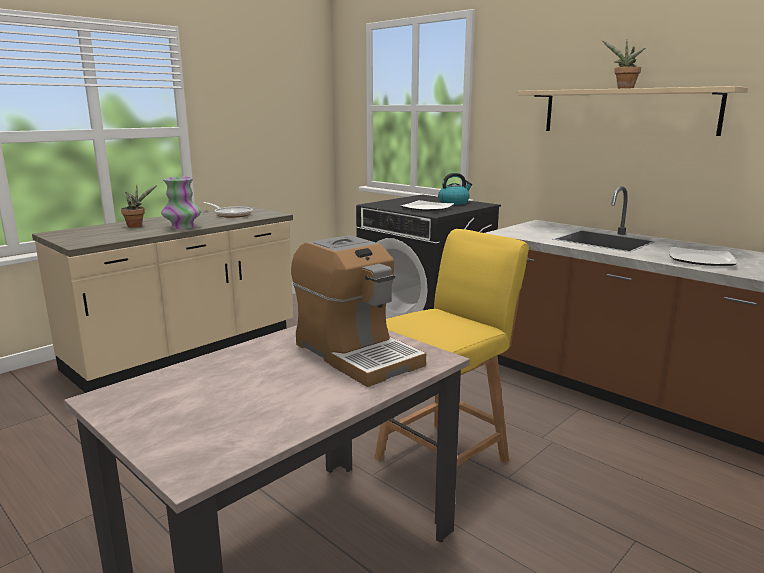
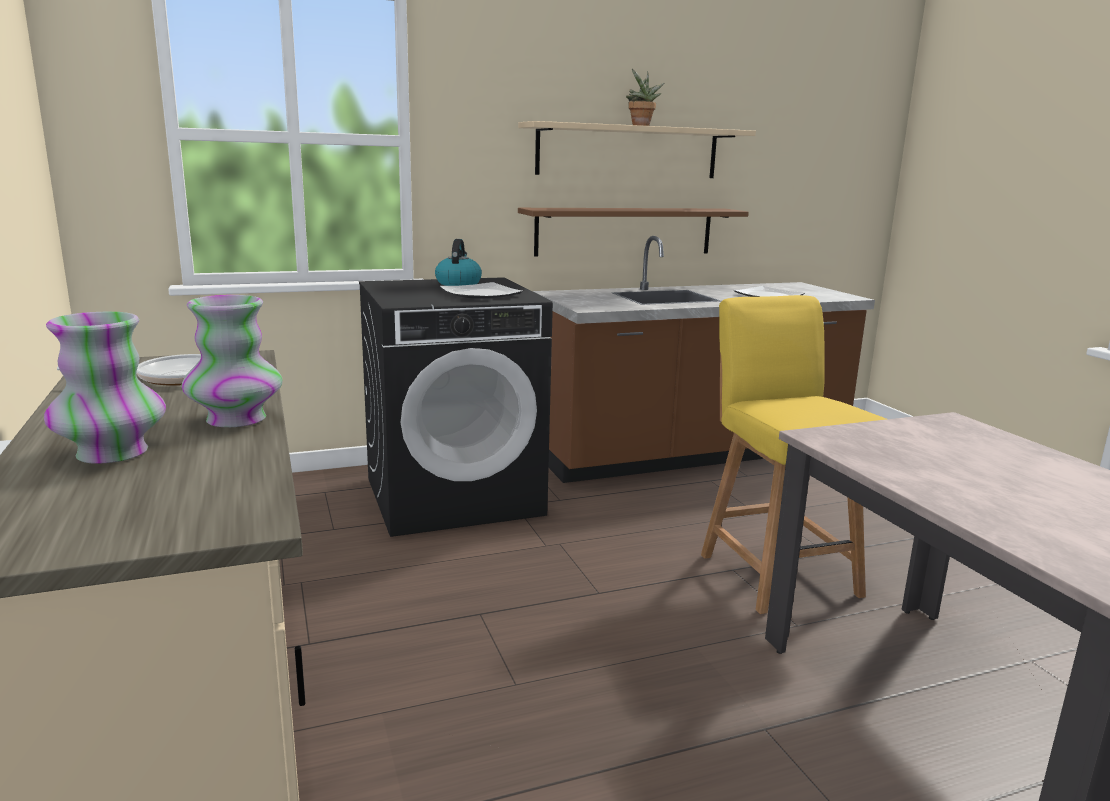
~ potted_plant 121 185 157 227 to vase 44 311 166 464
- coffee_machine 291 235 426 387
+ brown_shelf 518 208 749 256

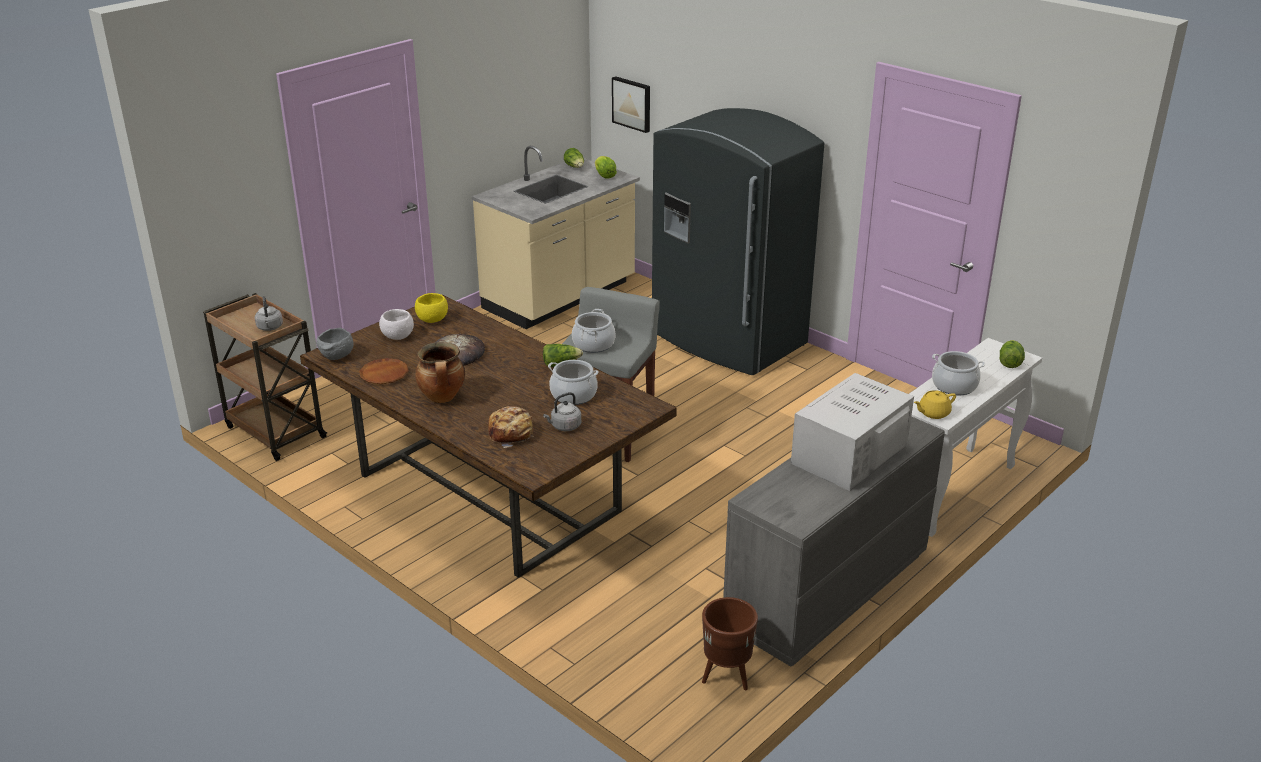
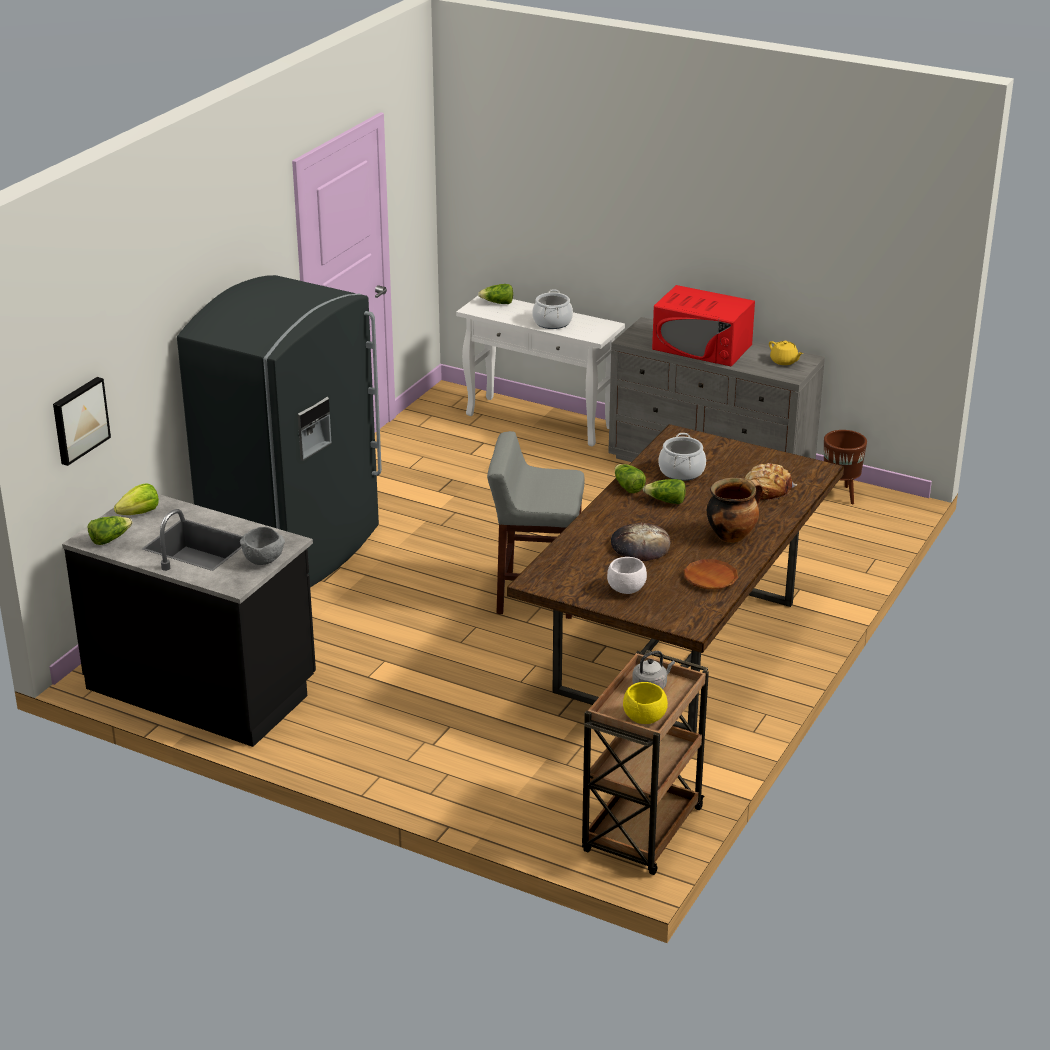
~ grey_bowl 316 328 353 360 to 240 527 285 565
~ yellow_bowl 415 293 448 323 to 623 682 668 724
~ beige_counter 472 146 640 329 to black_counter 62 494 316 747
- grey_kettle 543 392 581 431
- cooking_pot 572 309 616 353
~ white_microwave 791 373 914 491 to red_microwave 652 285 755 367
~ yellow_teapot 914 390 956 419 to 769 341 803 365
+ lettuce 643 479 686 504

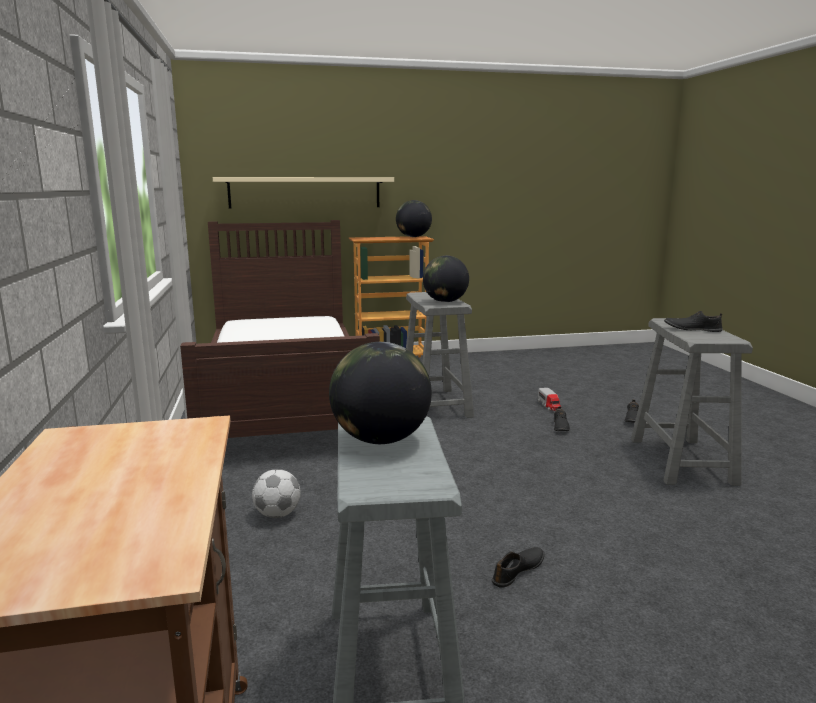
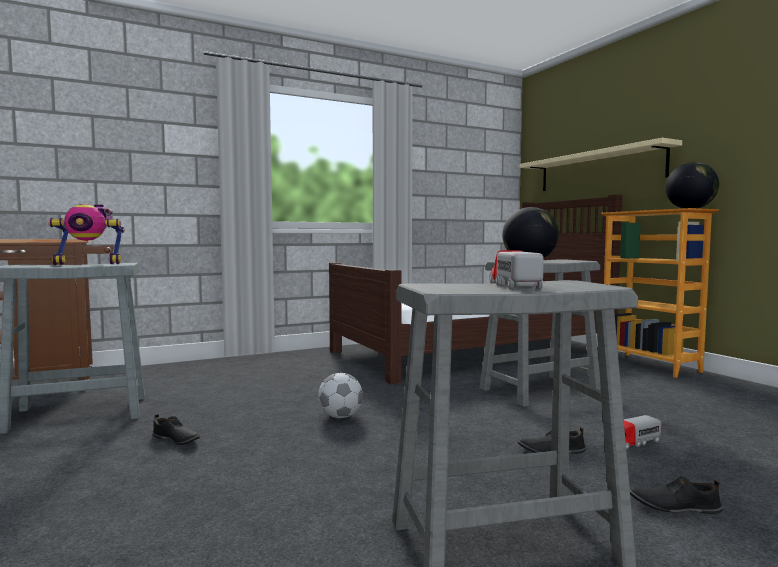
~ football 252 469 301 518 to 318 373 363 418
~ globe 329 342 432 444 to toy_robot 48 204 125 265
~ black_shoe 664 311 723 332 to toy_truck 489 250 544 289

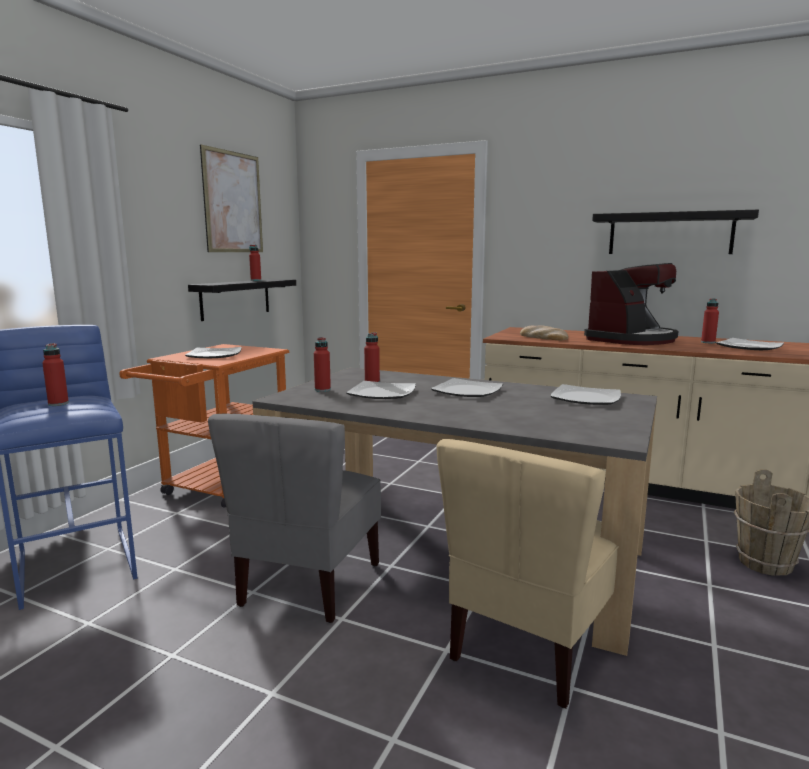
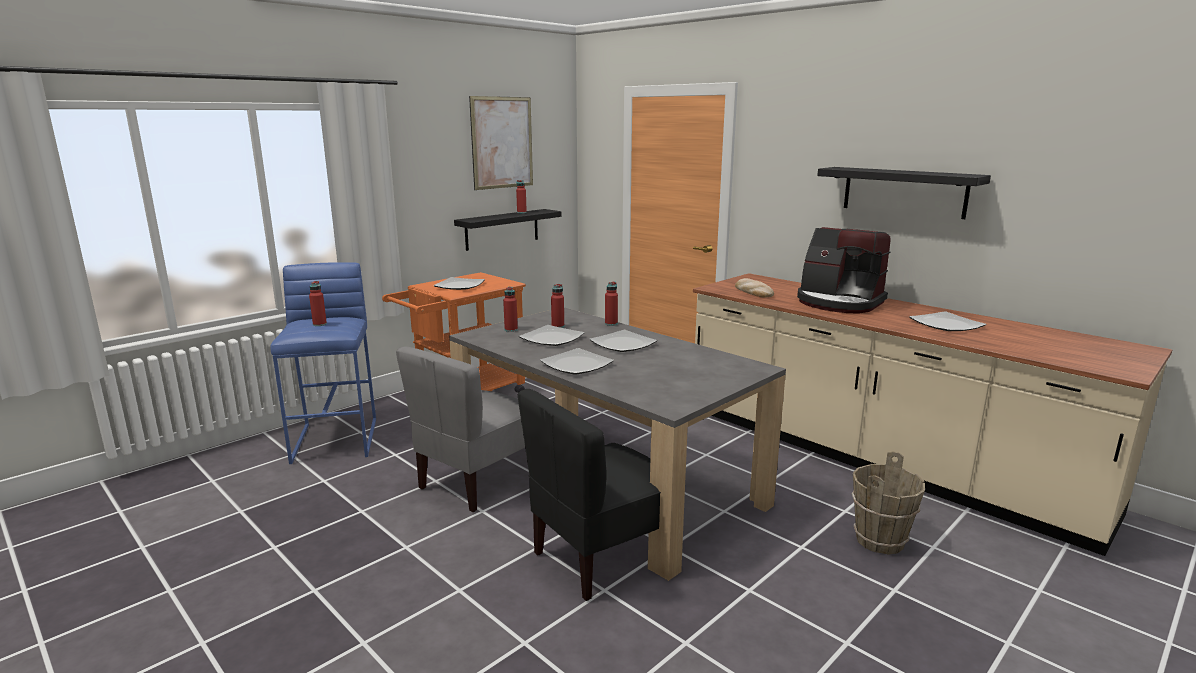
~ beige_chair 436 439 619 709 to black_chair 518 389 661 601
~ plate 550 384 621 405 to 540 348 614 375
~ coffee_machine 584 263 678 345 = 797 227 891 313 60 degrees clockwise
~ red_bottle 701 299 719 343 to 605 281 618 326

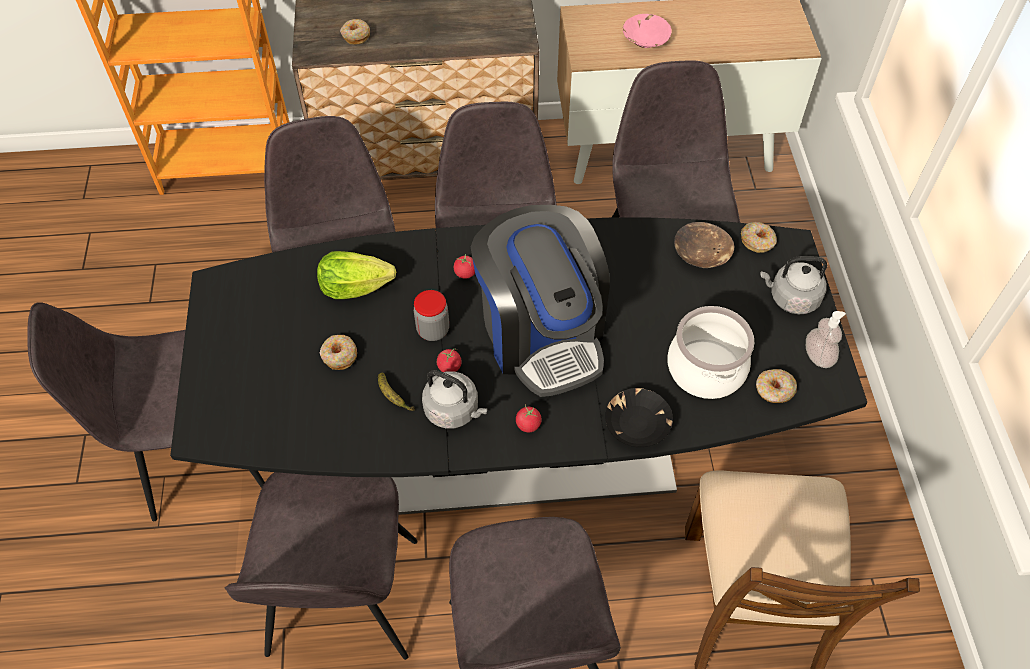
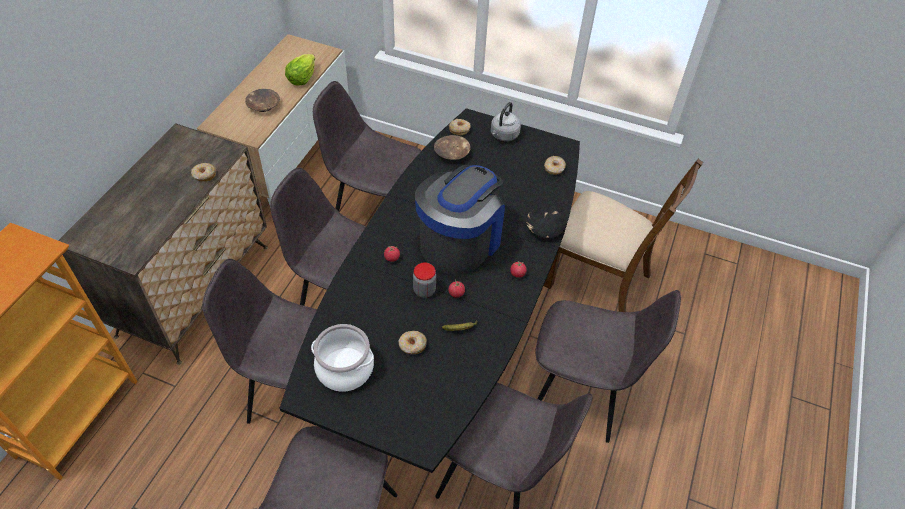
~ lettuce 317 251 396 299 to 285 54 315 86
~ donut 340 19 370 44 to 191 163 216 182
- grey_kettle 422 370 487 429
~ coffee_machine 471 205 610 397 = 415 165 505 275 60 degrees counterclockwise
~ pink_bowl 623 14 671 48 to brown_bowl 245 89 280 112
~ cooking_pot 667 306 754 399 to 311 324 374 392
- soap_dispenser 806 311 846 368

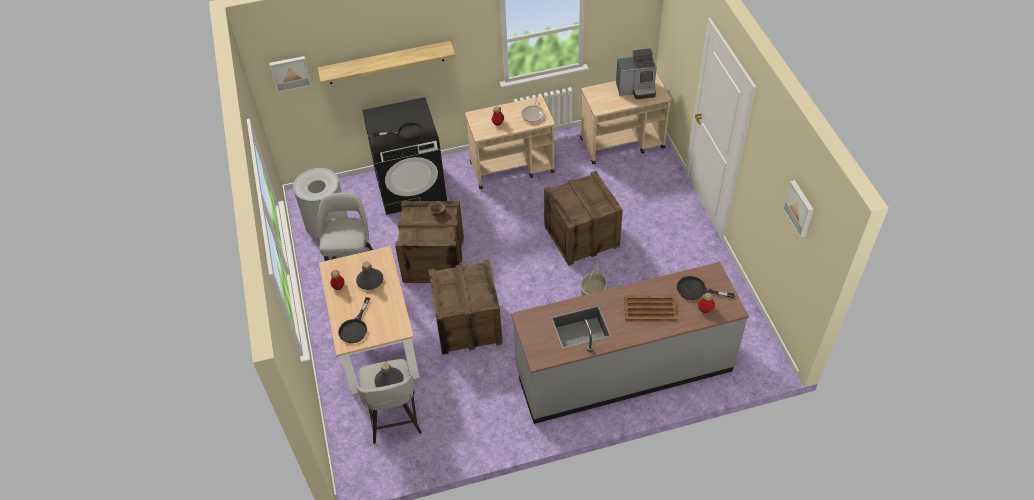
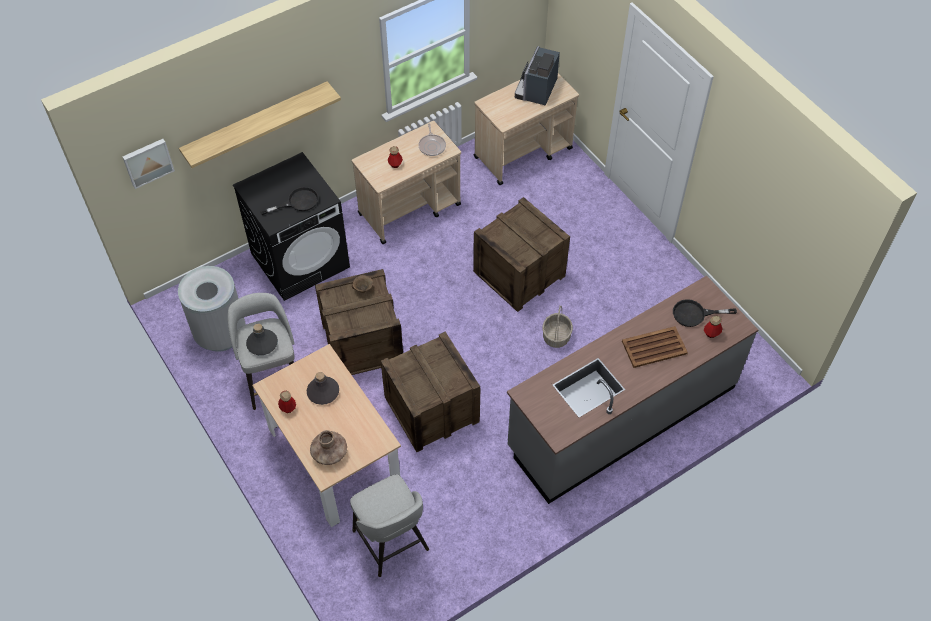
~ black_frying_pan 338 297 370 343 to brown_vase 310 430 347 465
~ grey_bottle 374 363 404 387 to 246 323 278 355
~ coffee_machine 616 48 657 99 = 515 46 560 106 135 degrees clockwise
- picture 783 180 814 238

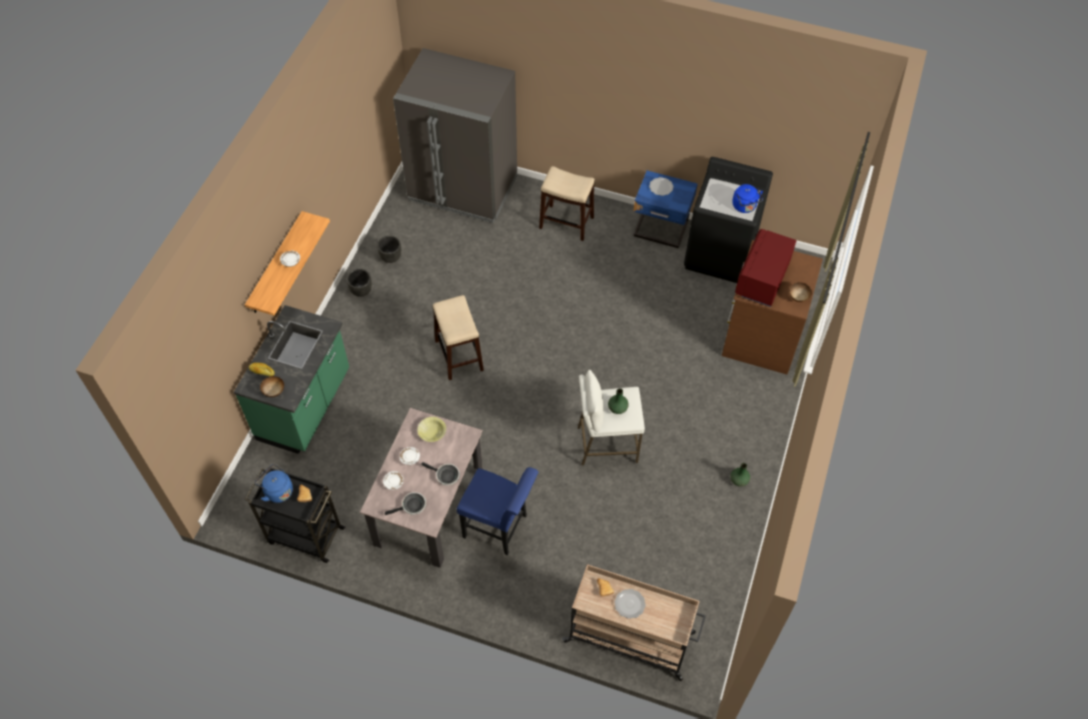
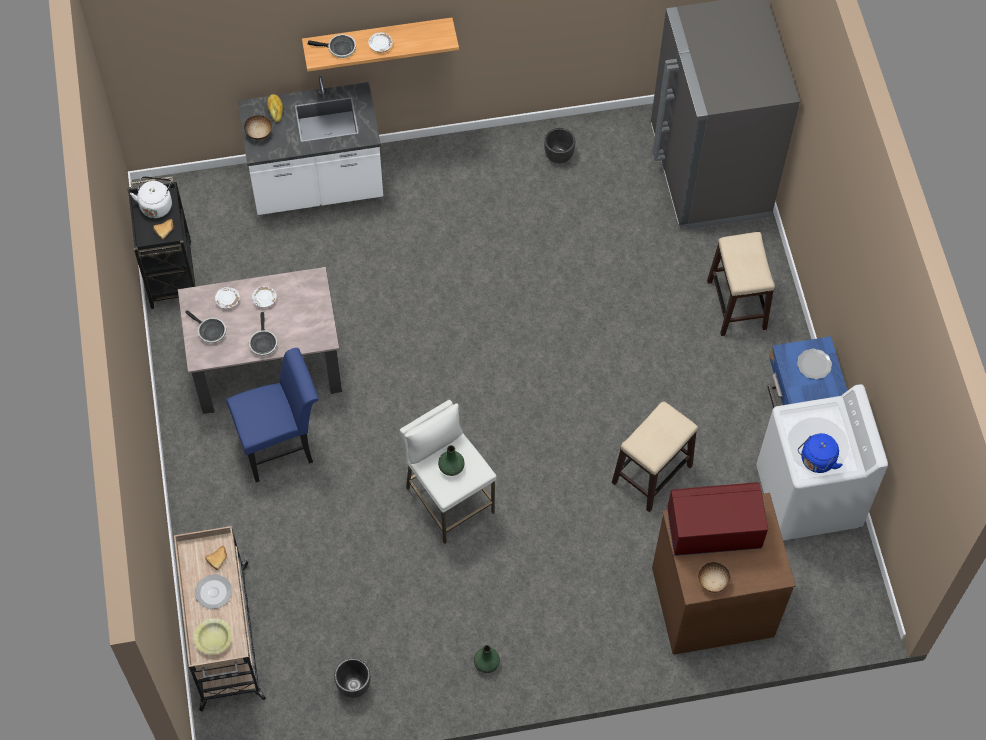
~ green_counter 234 305 349 454 to white_counter 238 76 383 215
~ blue_kettle 255 464 293 503 to white_kettle 130 176 172 218
~ black_planter 347 269 372 297 to 334 658 371 698
~ yellow_bowl 417 417 446 442 to 194 618 232 655
~ stool 433 295 484 380 to 612 402 698 512
~ blue_chair 457 467 538 555 = 226 348 319 482 105 degrees counterclockwise
~ black_washing_machine 684 157 773 283 to white_washing_machine 757 384 888 541
+ frying_pan 308 34 356 58

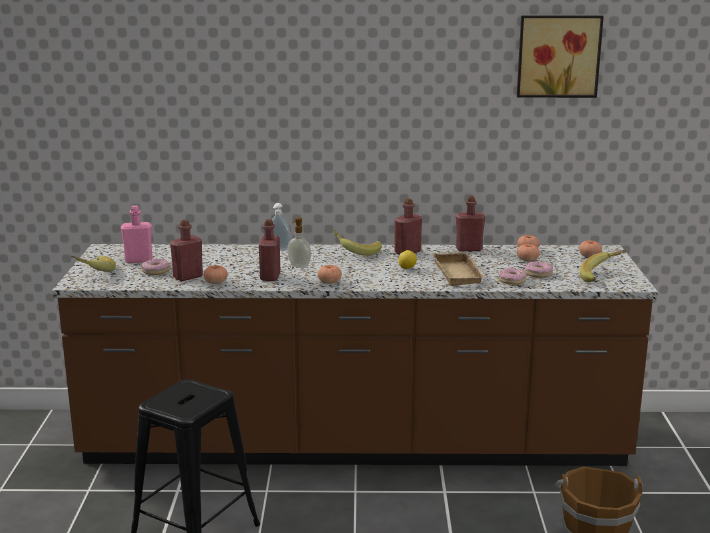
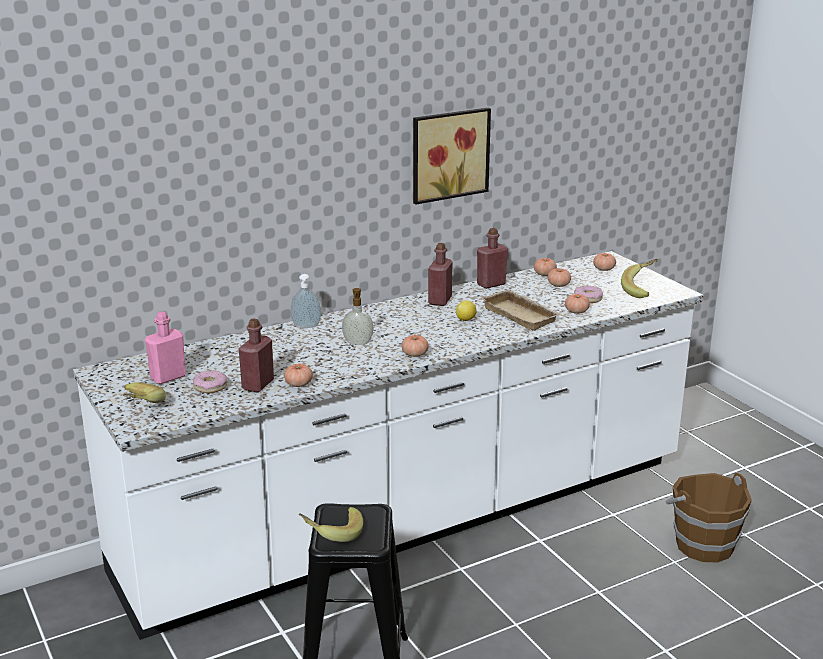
~ brown_counter 52 244 658 466 to white_counter 73 251 703 640
- red_bottle 259 219 280 281
~ banana 333 229 382 256 to 299 507 363 542
~ donut 498 268 527 285 to tomato 565 294 590 314
~ picture 517 15 604 98 to 413 108 491 204

